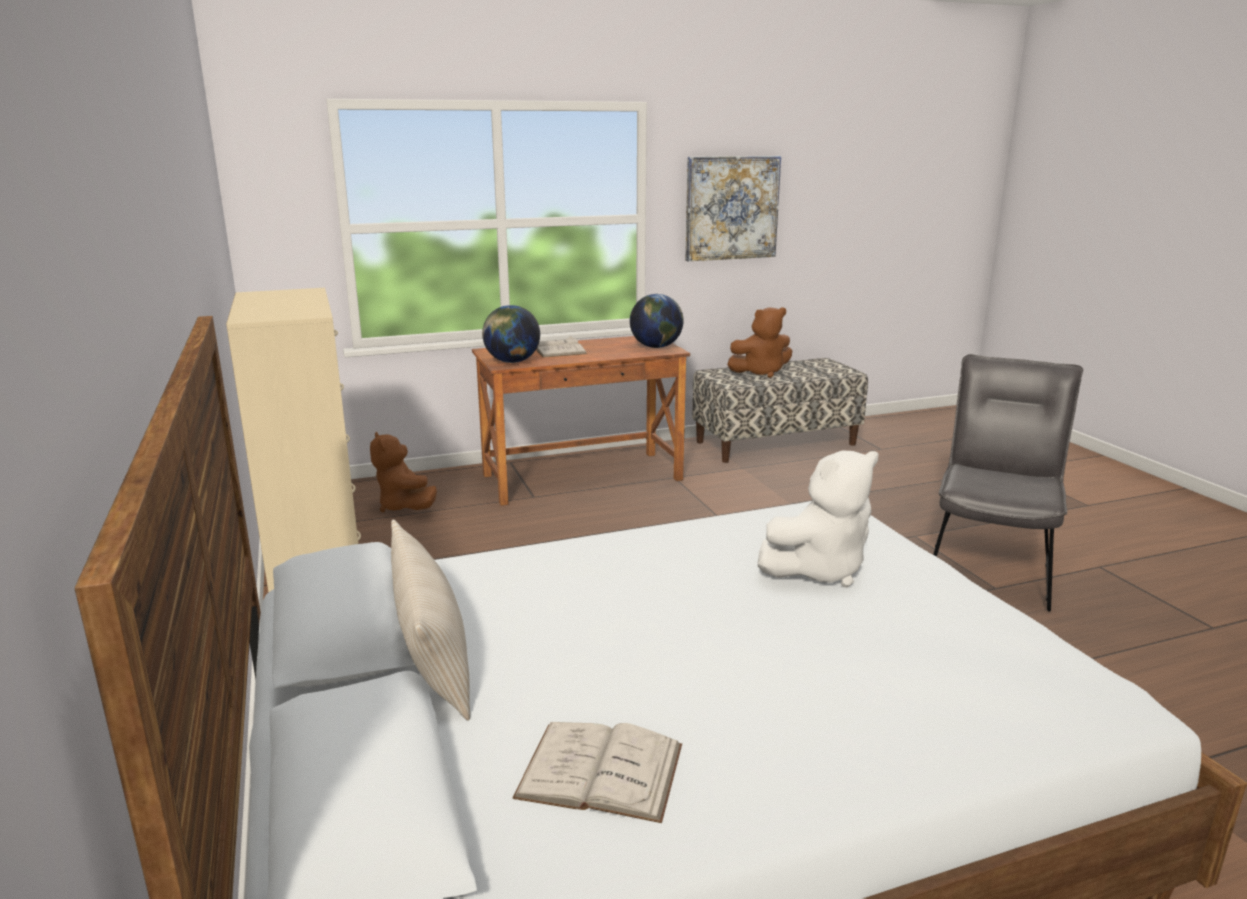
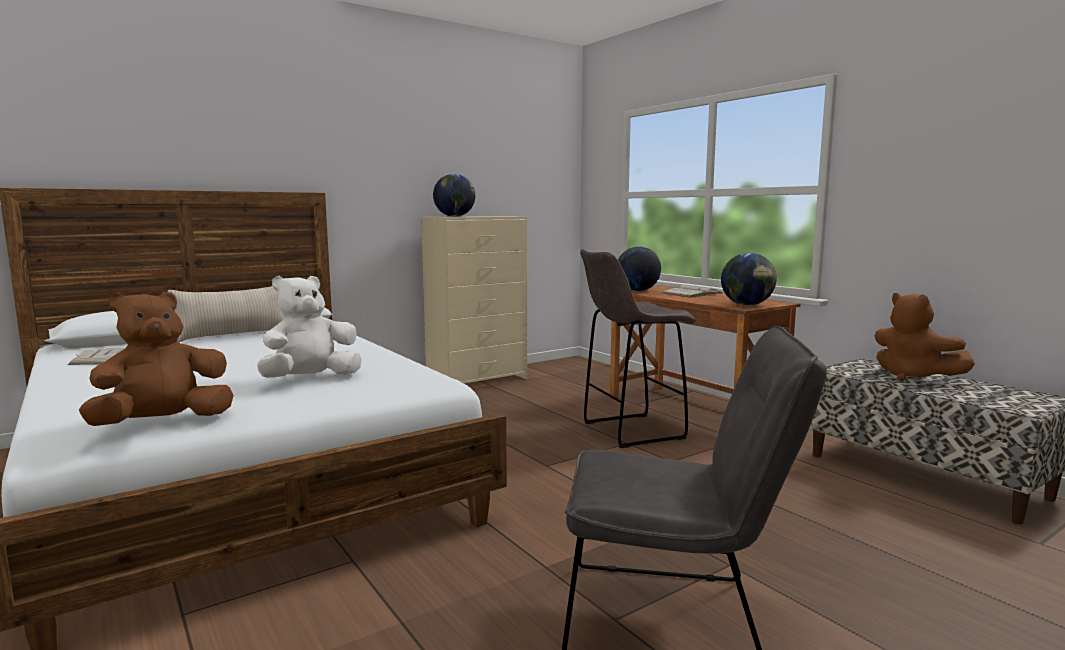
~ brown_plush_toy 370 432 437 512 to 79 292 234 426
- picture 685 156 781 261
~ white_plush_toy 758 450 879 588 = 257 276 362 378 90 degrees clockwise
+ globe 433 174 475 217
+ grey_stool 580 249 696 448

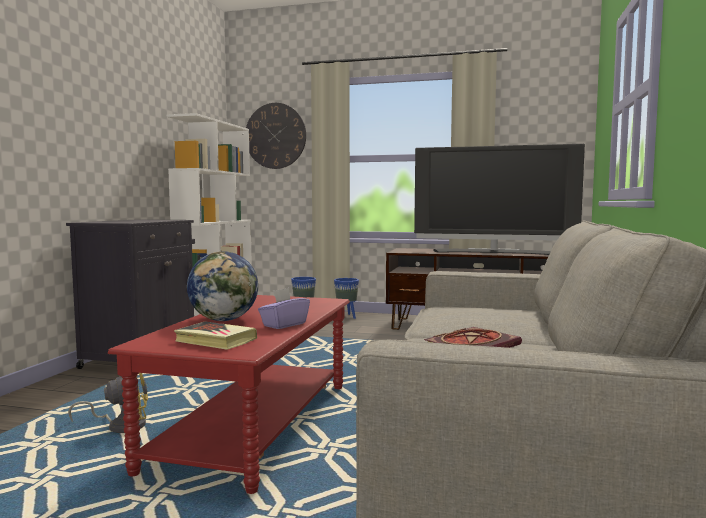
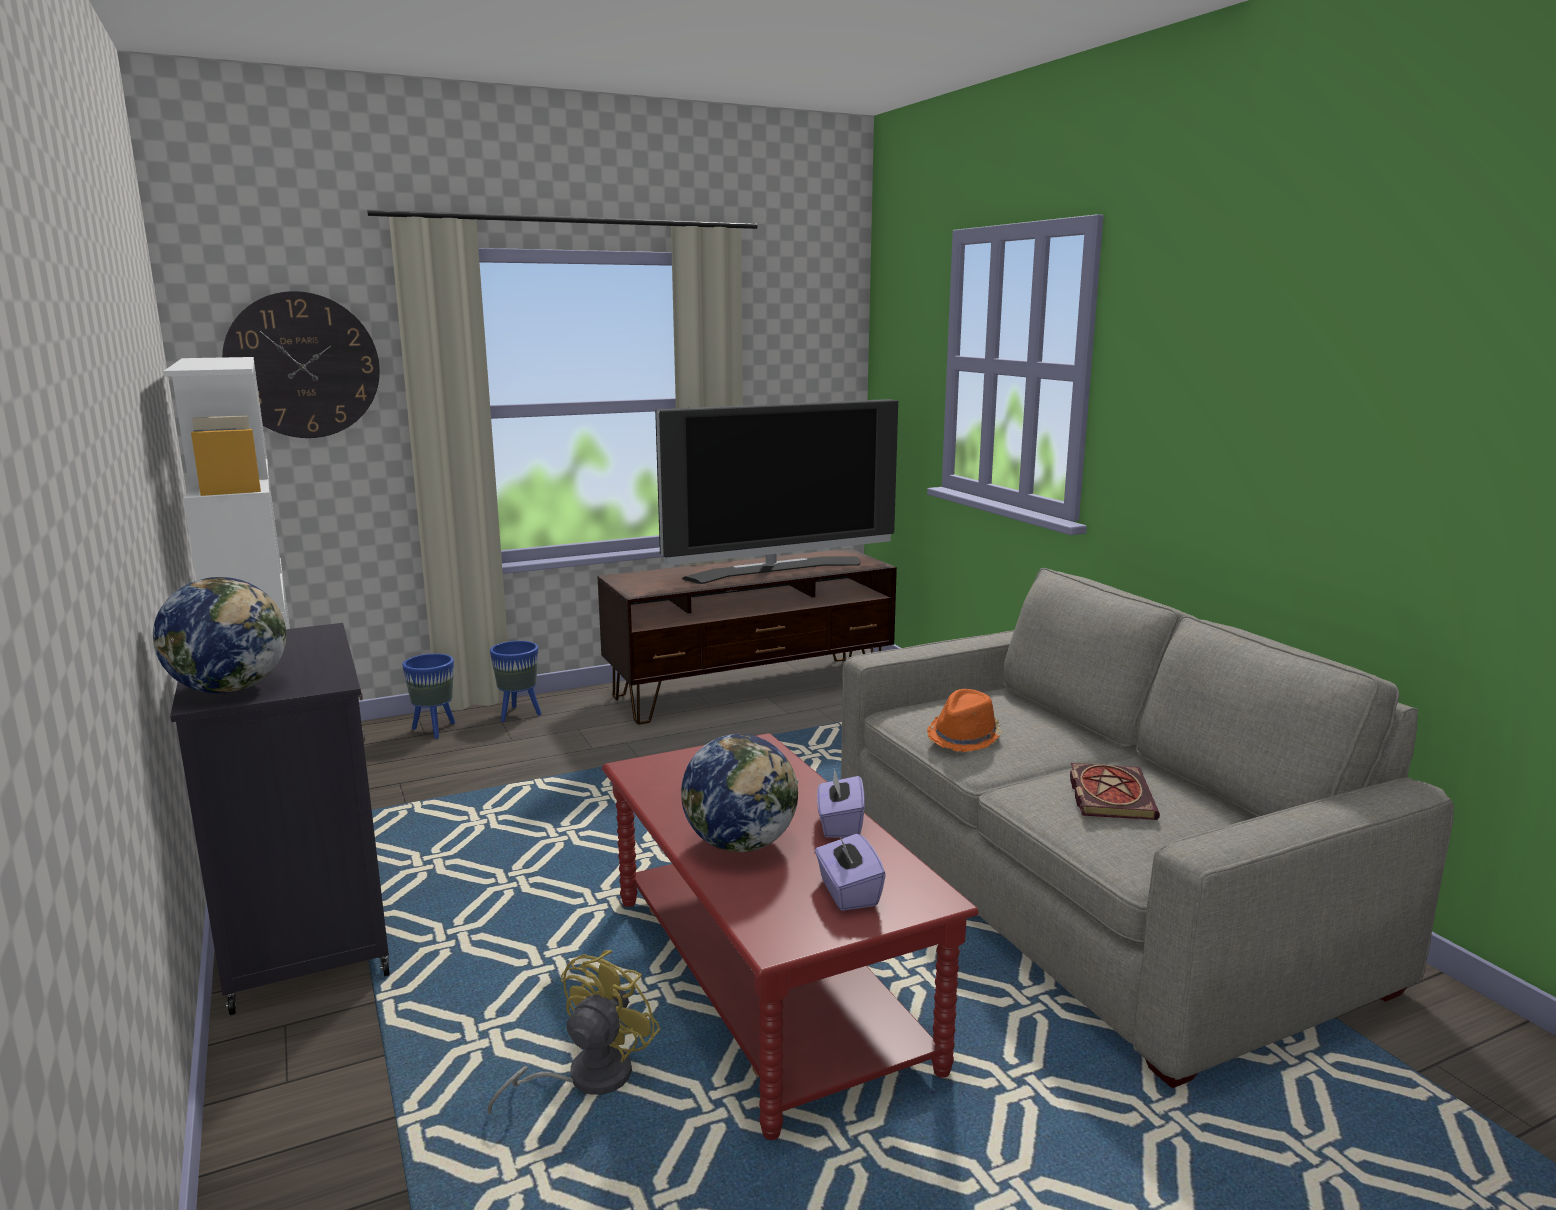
~ book 174 321 257 350 to purple_tissue_box 815 834 886 911
+ globe 153 577 286 694
+ orange_hat 927 689 1003 752

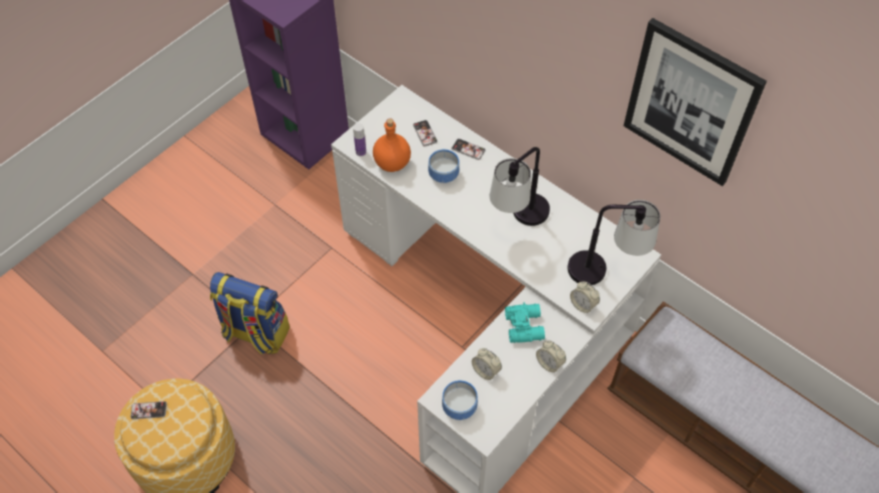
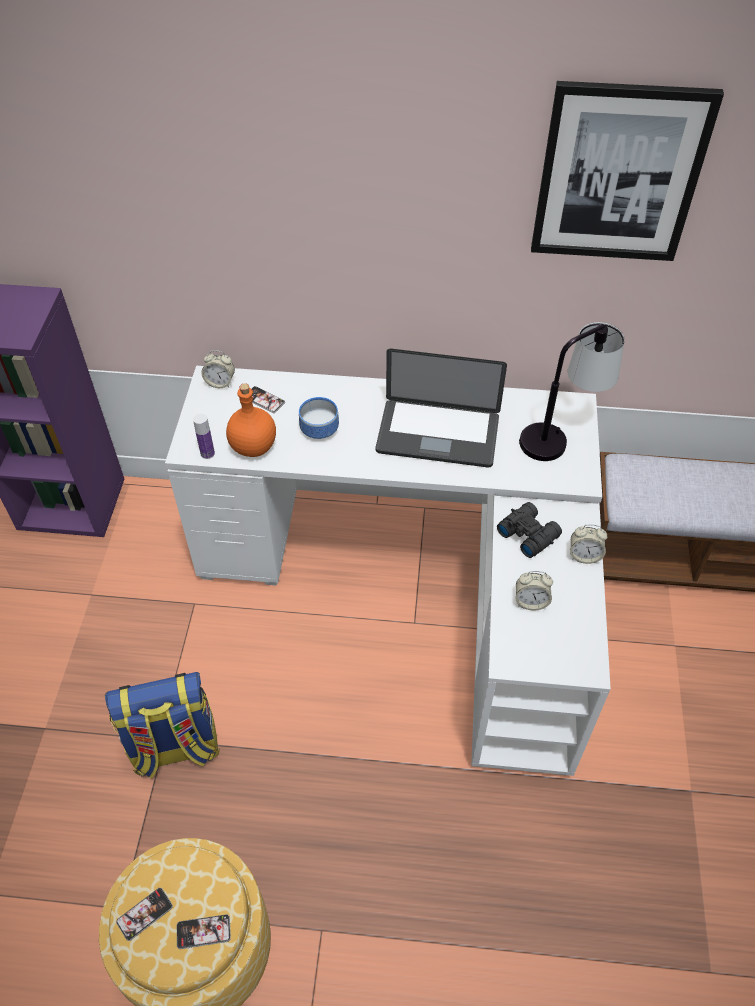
- bowl 442 380 478 420
~ phone 452 139 486 160 to 177 914 231 949
~ table_lamp 490 147 550 226 to laptop 376 349 507 467
~ turquoise_binoculars 505 302 545 343 to black_binoculars 497 502 562 558
~ alarm_clock 570 281 600 314 to 202 350 235 388

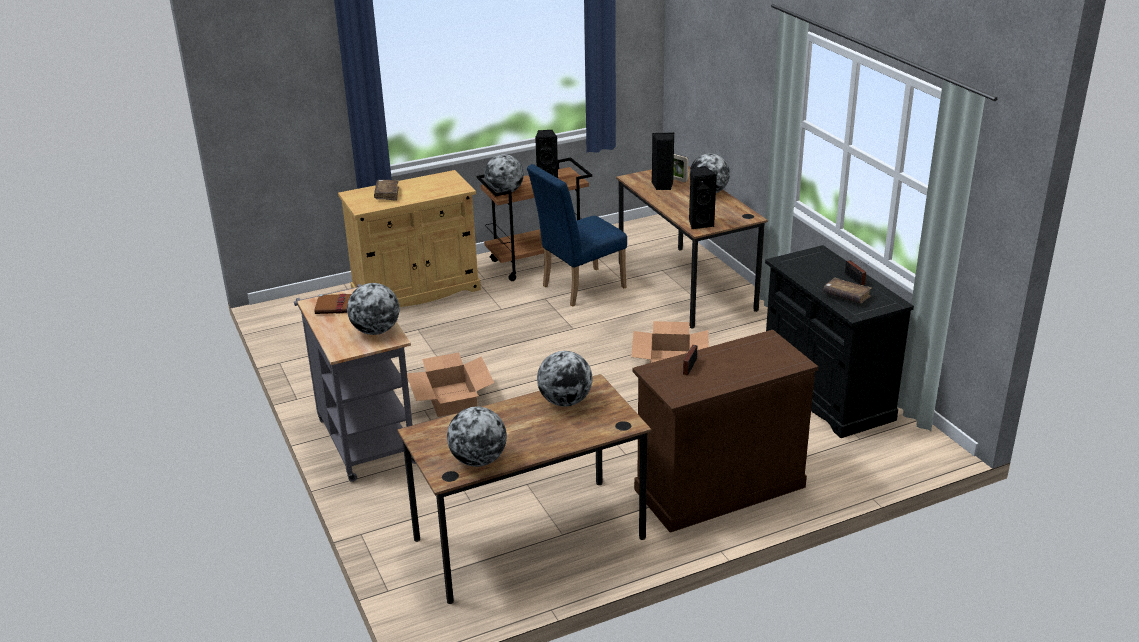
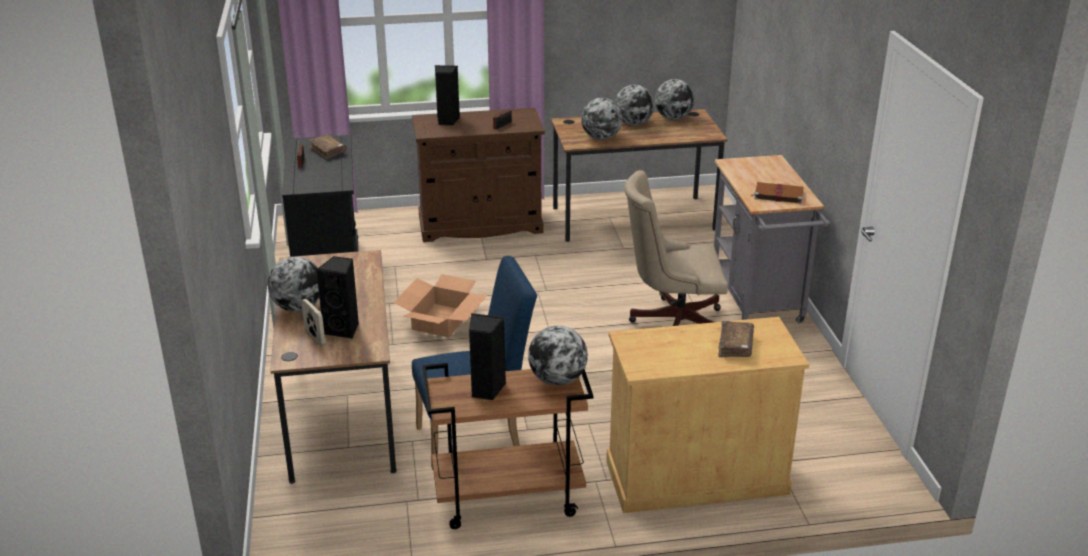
~ globe 347 283 400 335 to 614 85 654 125
~ cardboard_box 407 352 494 417 to beige_office_chair 624 170 728 326
~ black_speaker 689 166 717 229 to 435 65 460 125

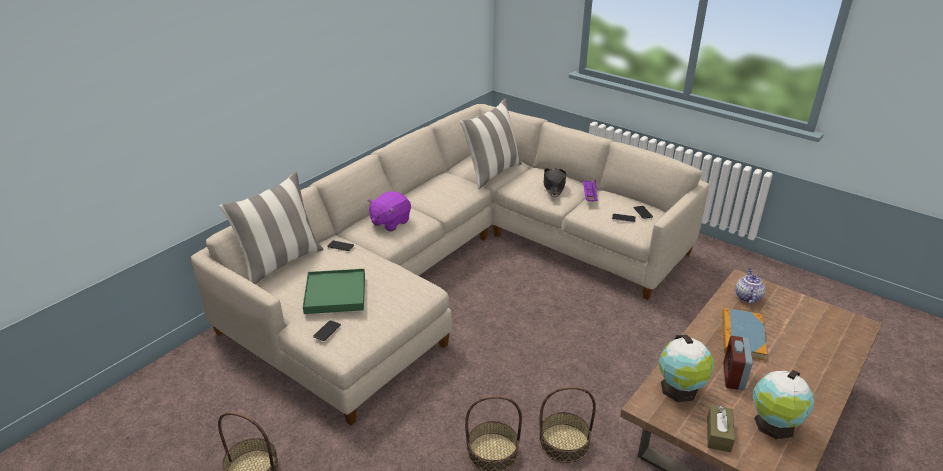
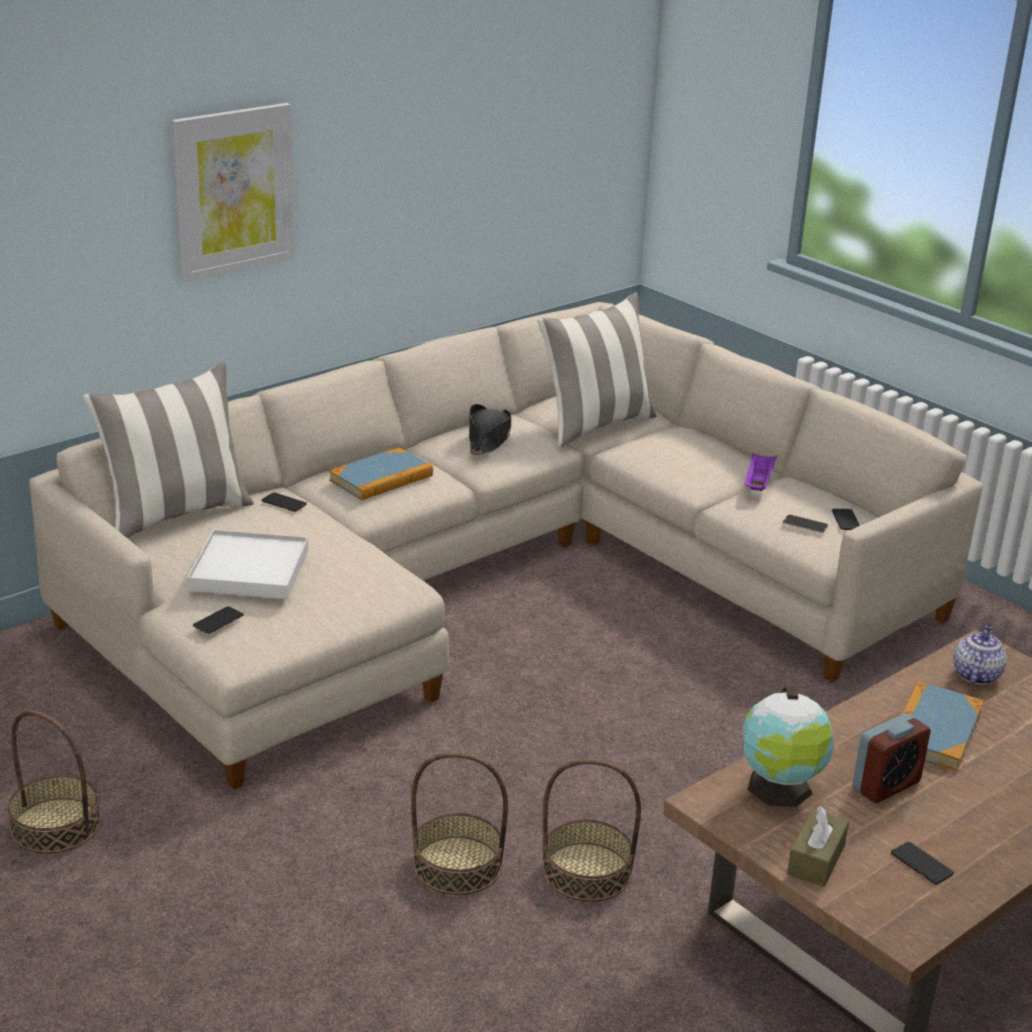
~ green_tray 303 269 365 314 to white_tray 187 529 308 599
~ purple_plush_toy 368 191 411 231 to book 329 447 433 500
~ black_hat 544 168 566 197 to 469 404 511 455
~ alarm_clock 723 336 753 390 = 852 714 931 803 150 degrees counterclockwise
~ globe 753 370 814 440 to phone 891 842 954 884
+ picture 172 103 295 282

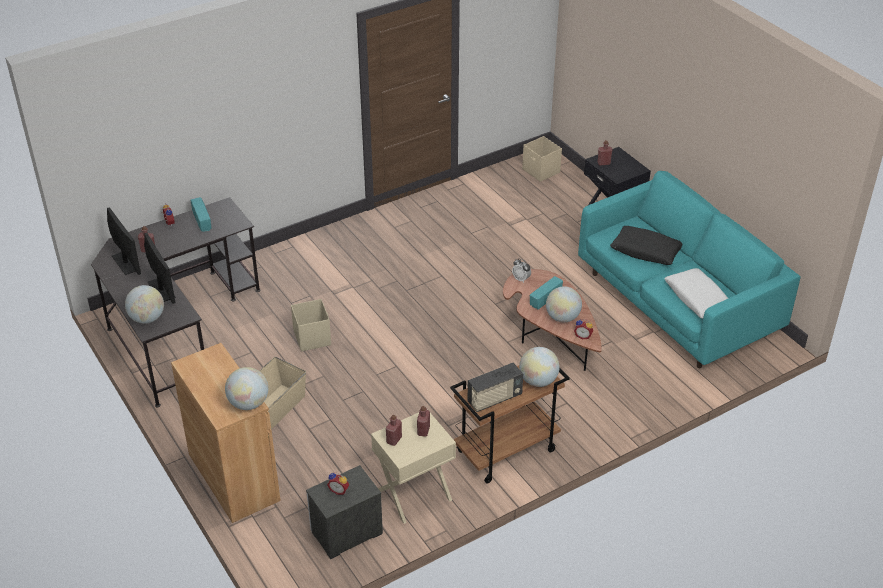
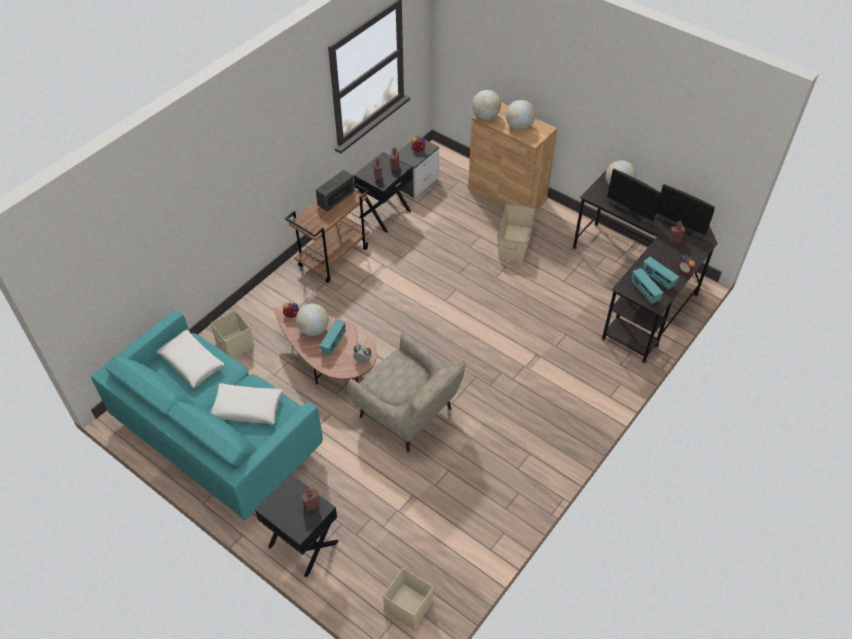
~ beige_storage_box 291 299 331 352 to 210 310 255 359
~ beige_nightstand 371 409 456 524 to black_nightstand 354 152 412 233
~ globe 519 347 560 387 to 506 100 535 130
~ black_pillow 610 226 682 265 to white_pillow 210 383 283 424
+ beige_armchair 348 332 466 453
+ radio 631 268 663 304

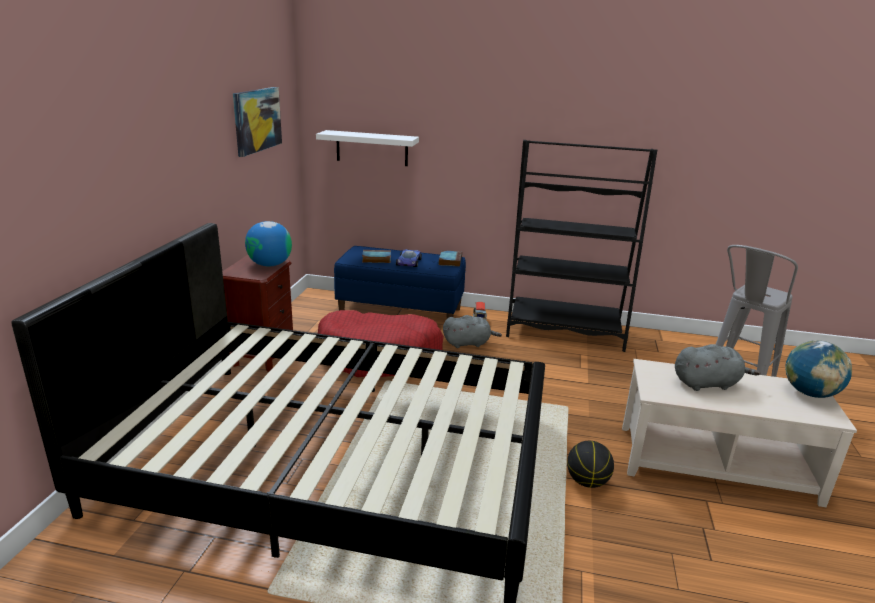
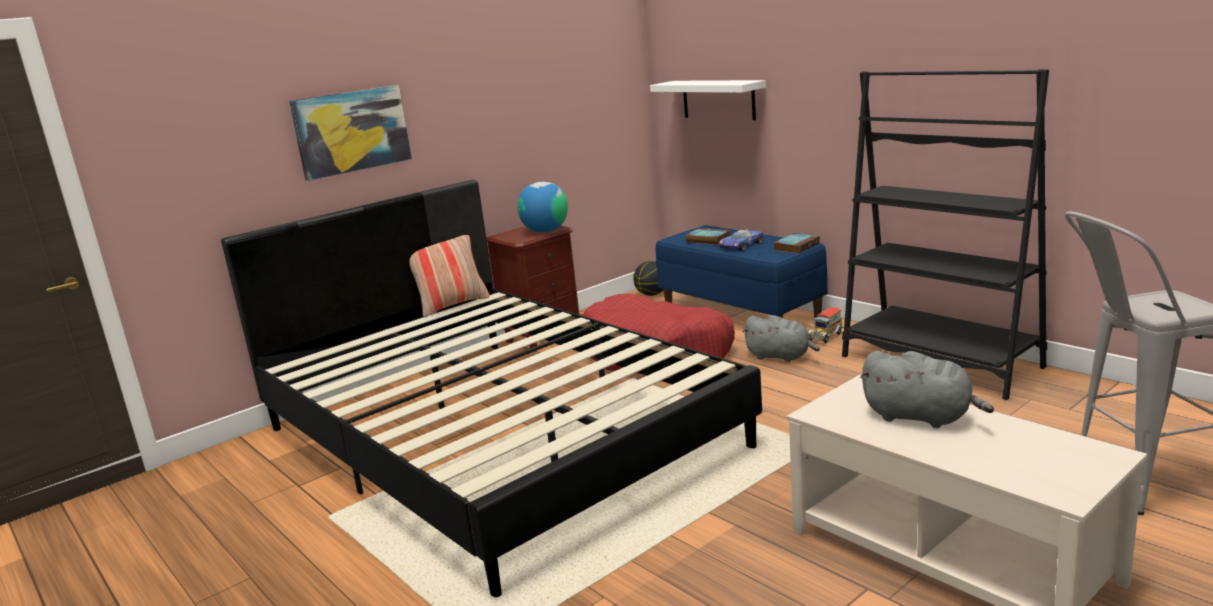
~ picture 233 87 282 157 to 289 85 412 181
~ basketball 567 441 614 488 to 633 261 663 296
- globe 785 341 852 398
+ pillow 409 235 490 317

